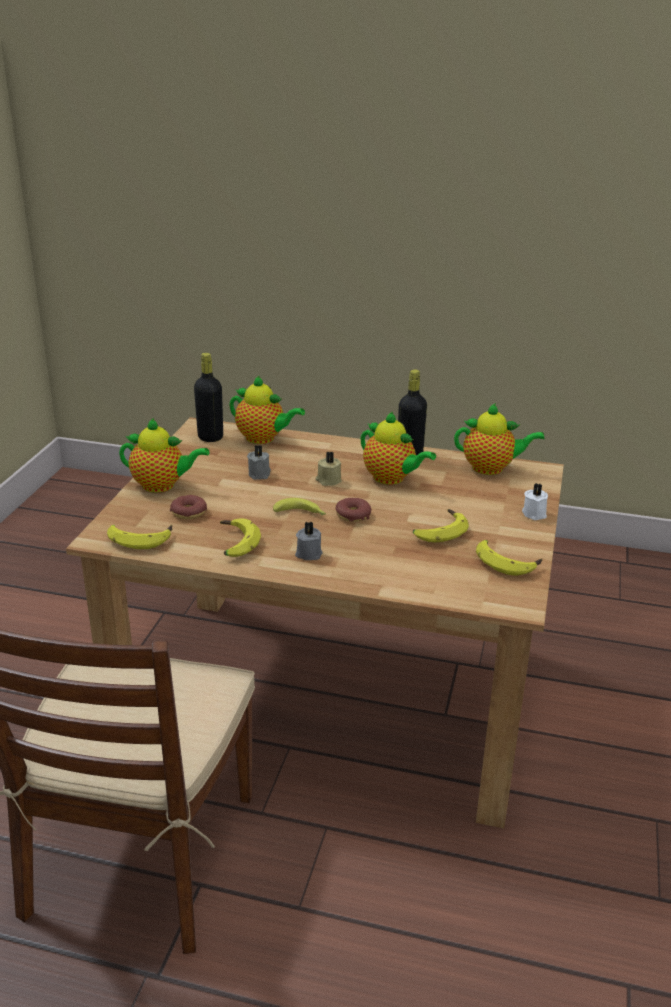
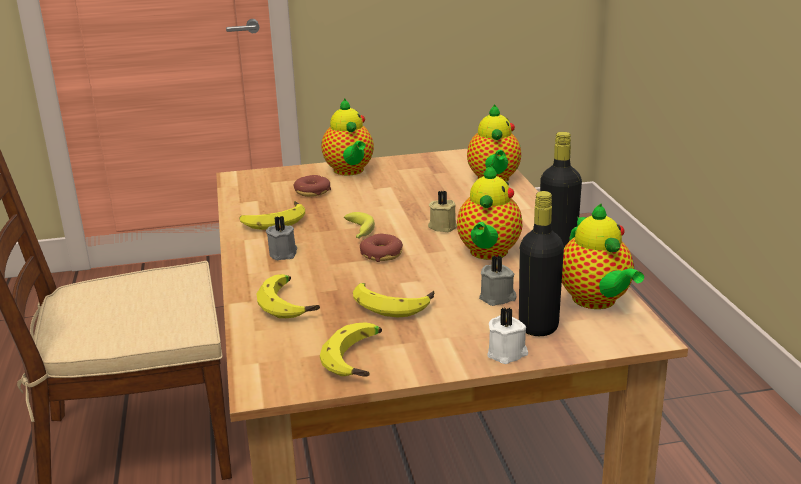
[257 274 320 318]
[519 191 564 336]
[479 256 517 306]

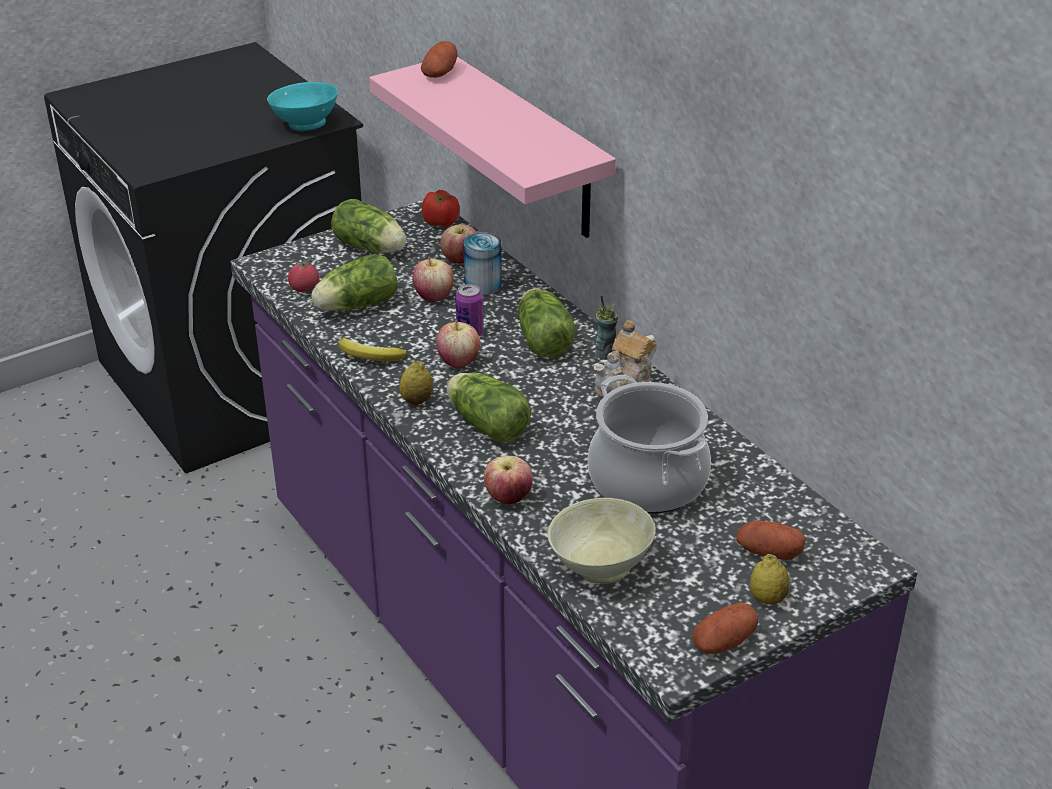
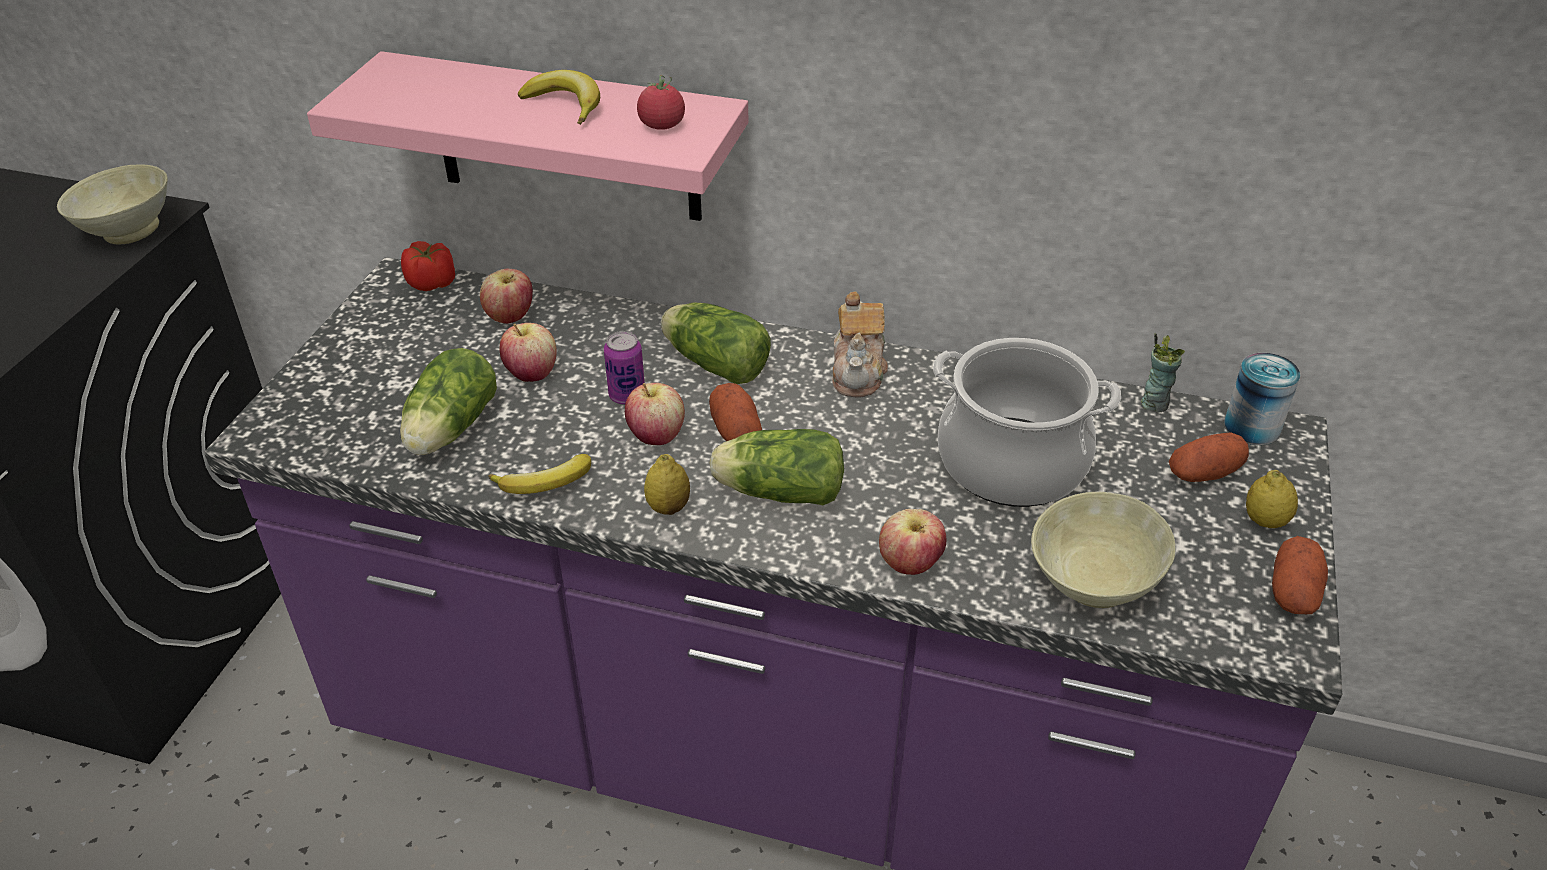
[57 164 168 244]
[637 75 685 130]
[331 199 407 253] (first image)
[709 383 762 441]
[1224 353 1300 445]
[1141 333 1185 413]
[518 70 600 125]

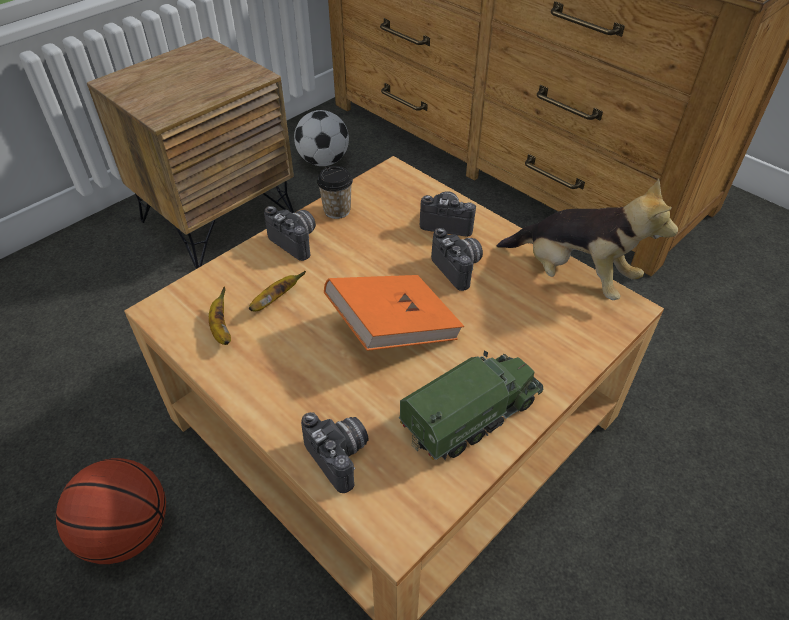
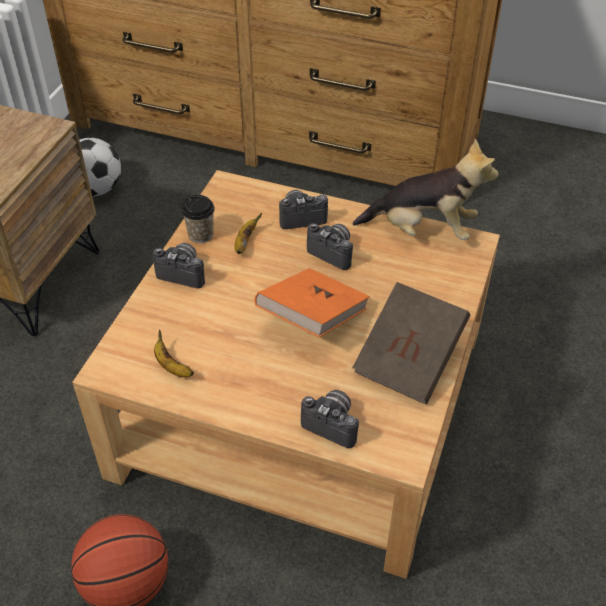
[234 213 262 254]
[352 282 470 404]

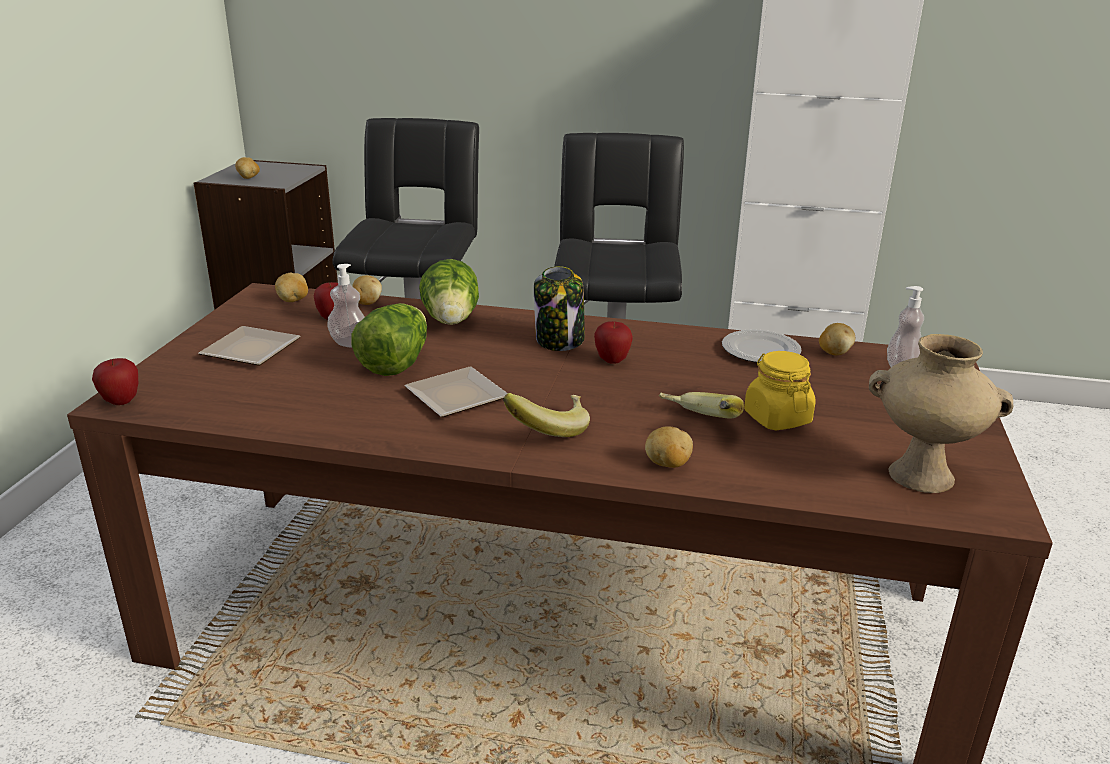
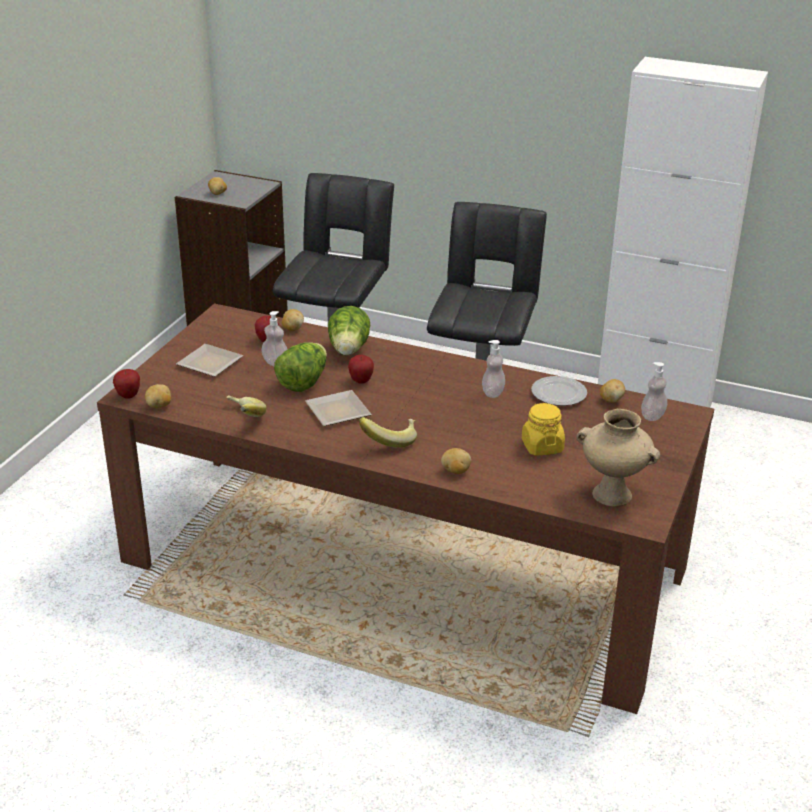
[145 384 171 408]
[534 266 585 351] (first image)
[348 355 374 384]
[227 395 267 417]
[482 340 505 398]

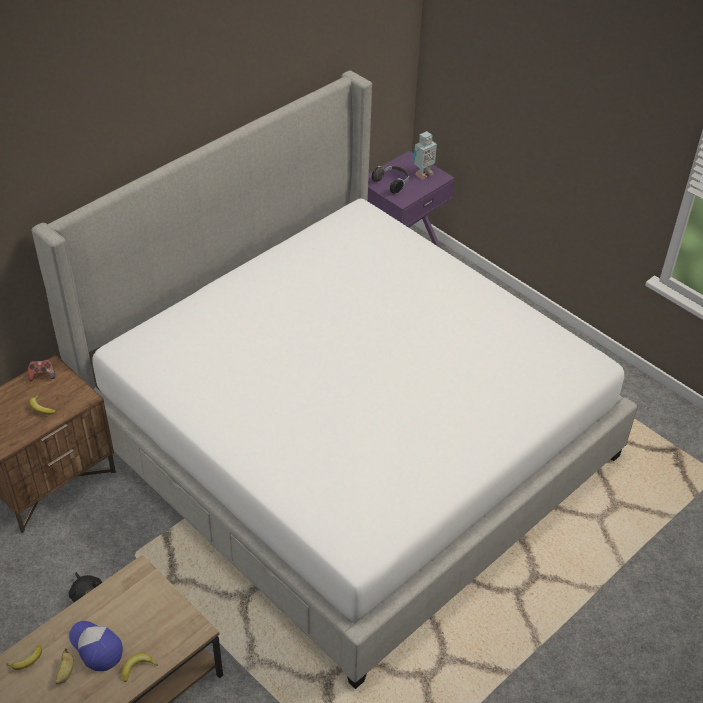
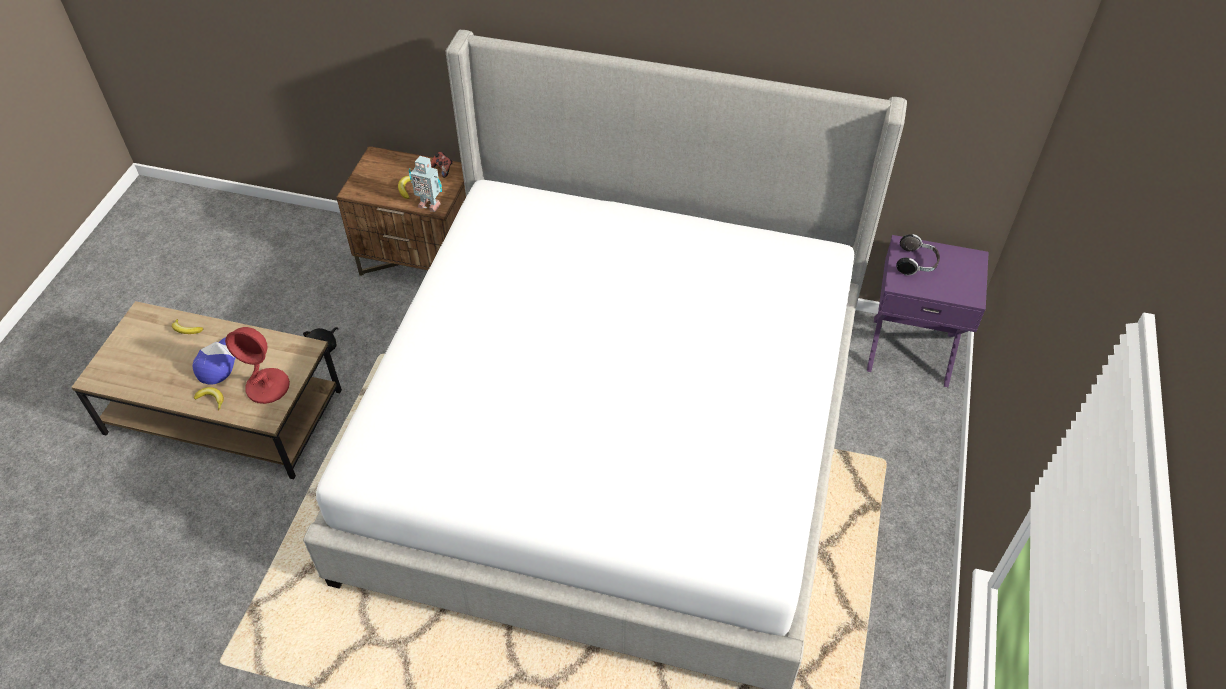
[55 648 74 684] (first image)
[409 156 442 212]
[225 327 290 404]

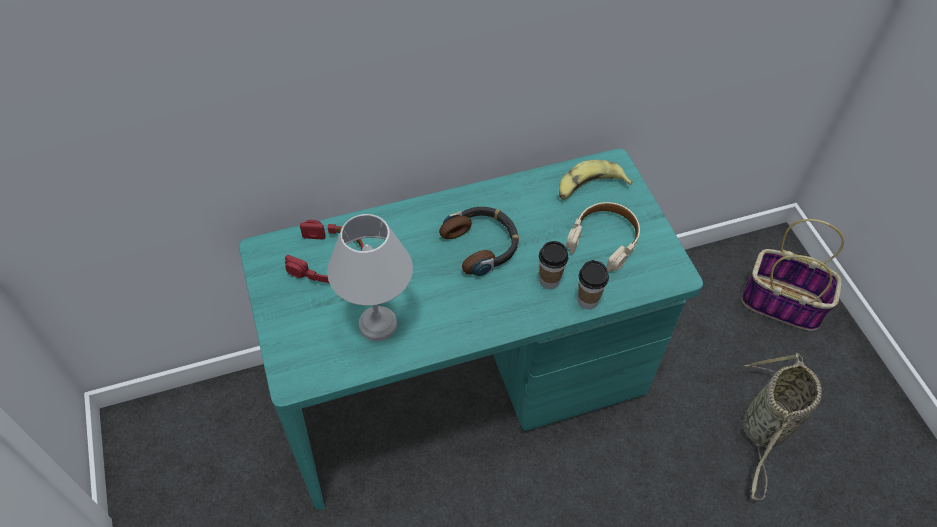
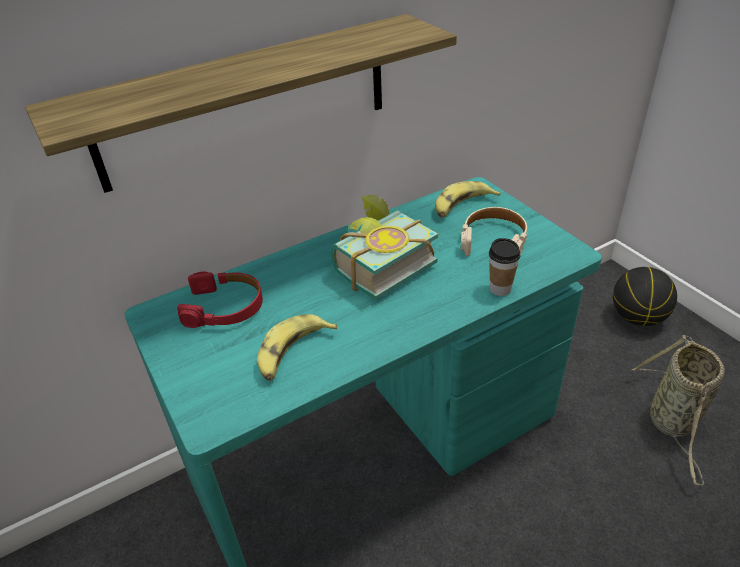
[257 314 337 381]
[330 195 438 300]
[539 241 568 289] (first image)
[613 267 677 326]
[25 14 457 193]

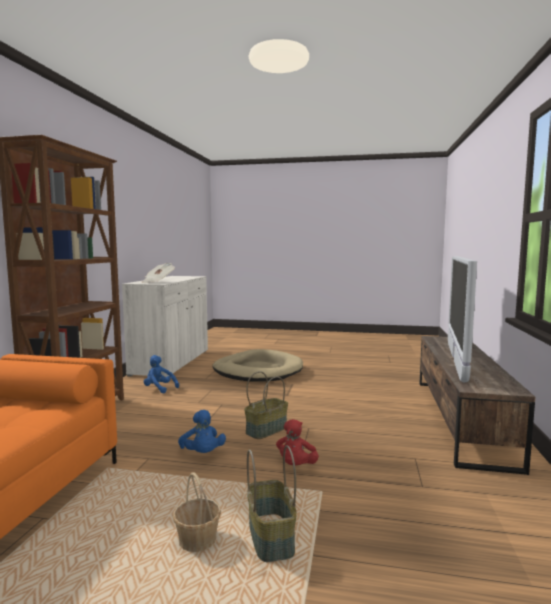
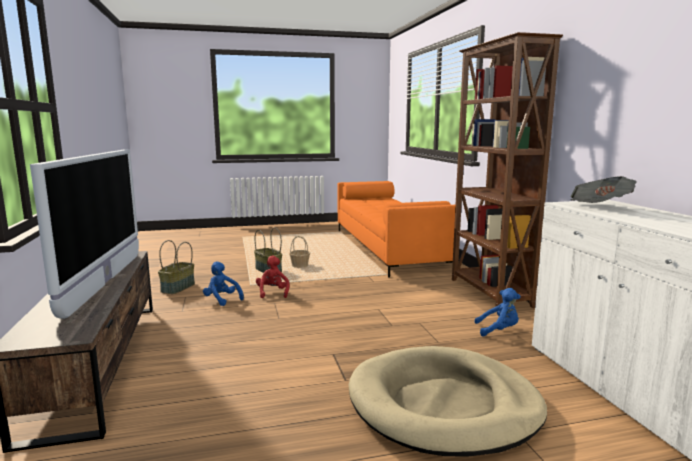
[203 261 244 306]
[158 240 195 294]

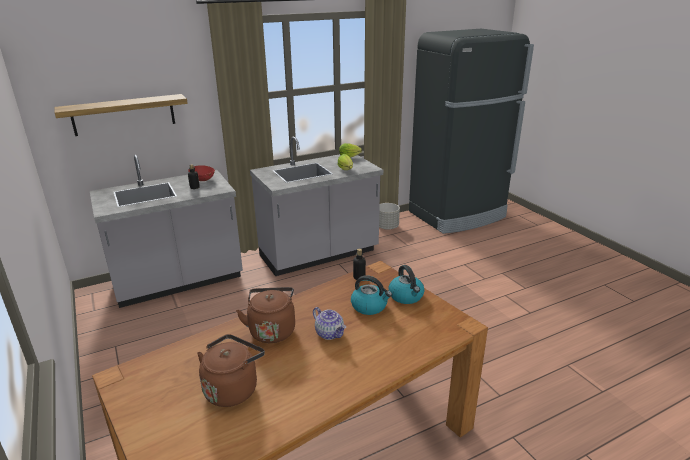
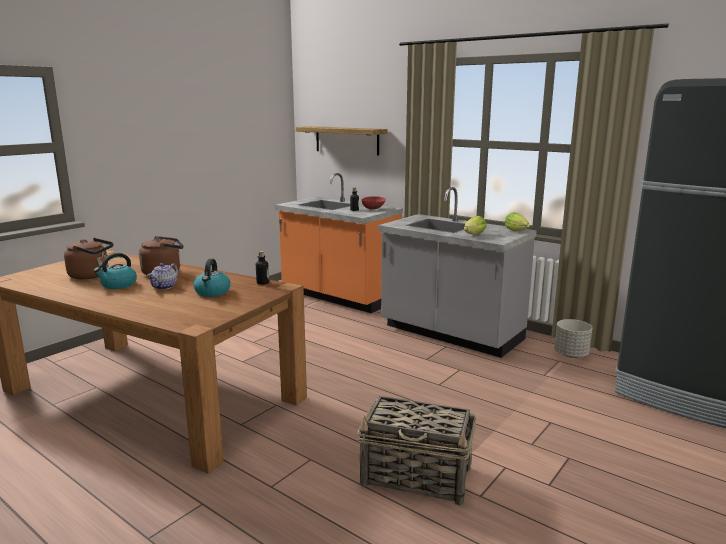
[275 173 403 313]
[94 253 137 289]
[357 396 476 506]

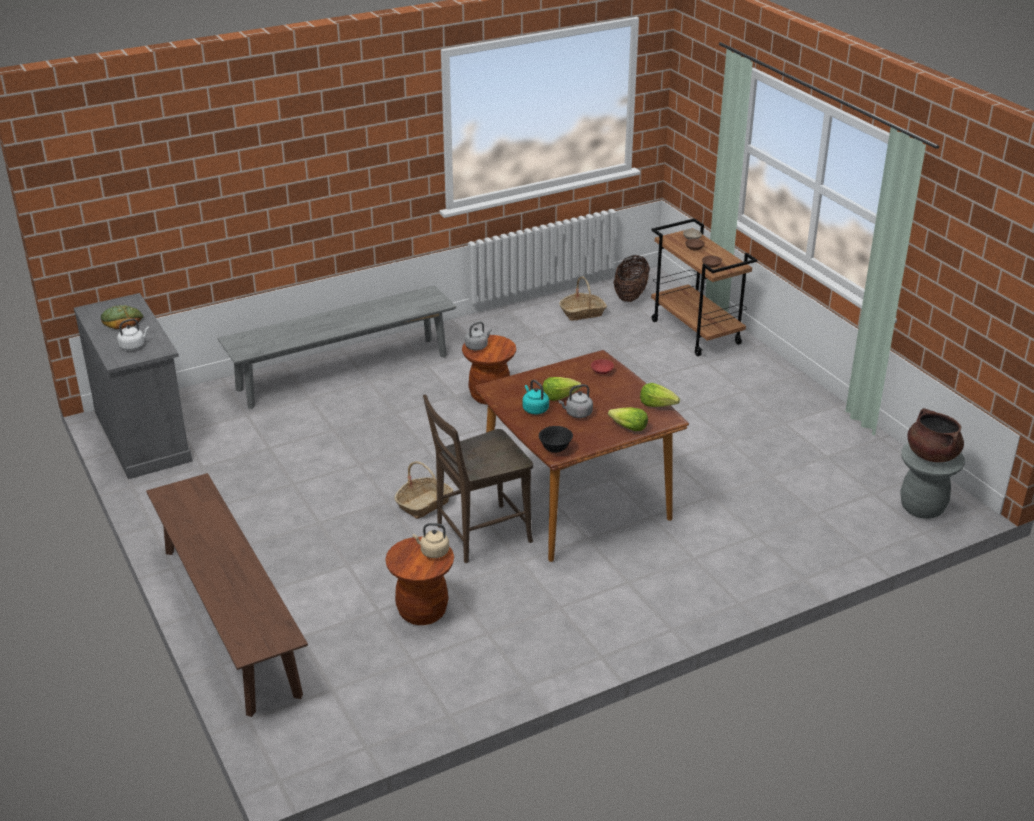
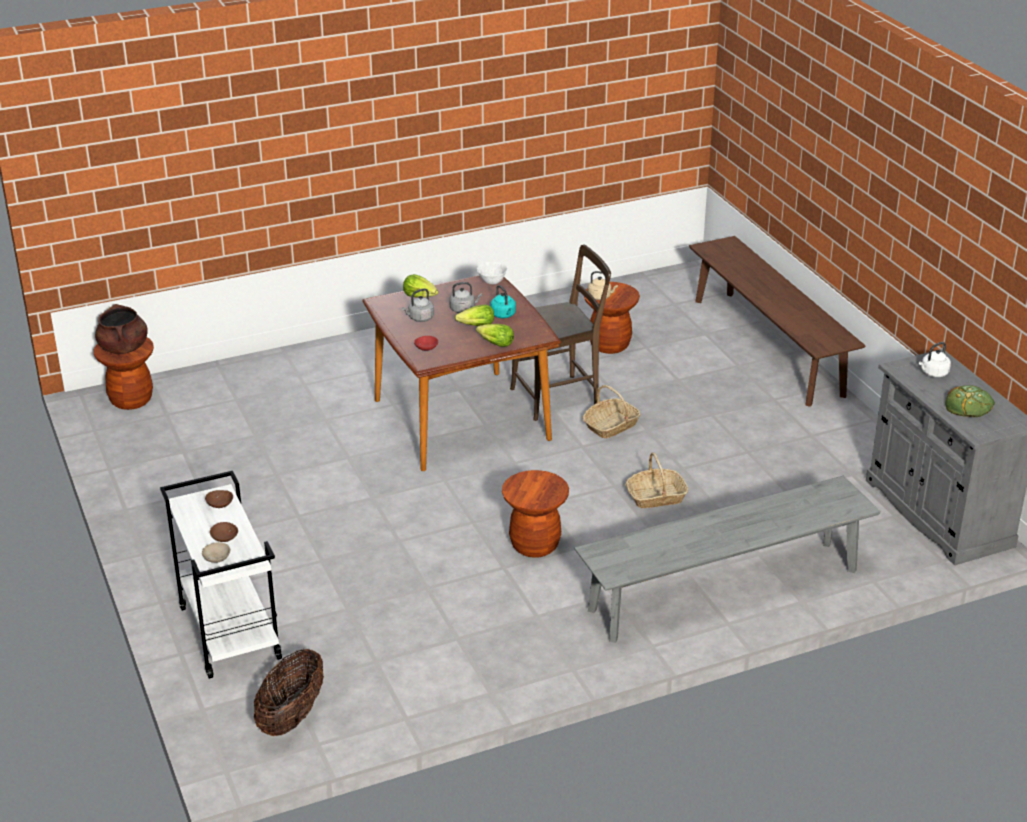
[402 288 434 322]
[477 262 508 284]
[626 453 688 508]
[476 324 514 347]
[160 471 282 679]
[94 337 154 410]

